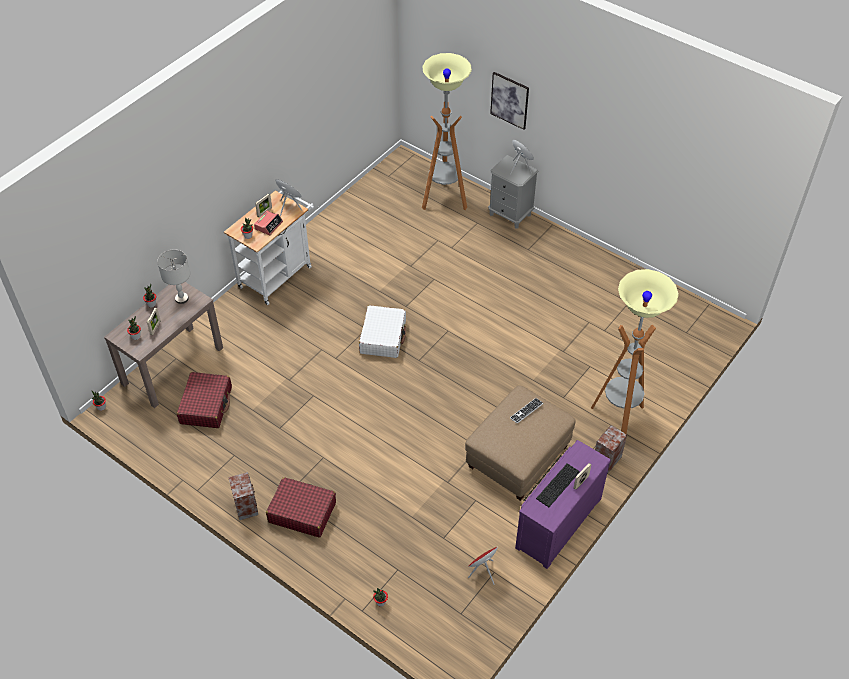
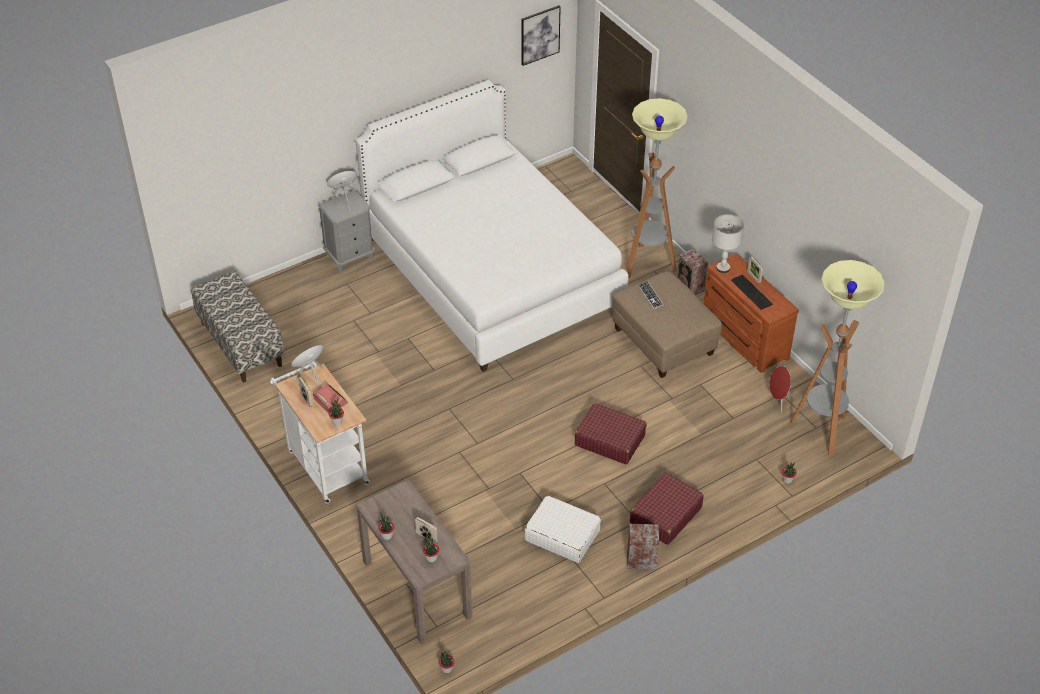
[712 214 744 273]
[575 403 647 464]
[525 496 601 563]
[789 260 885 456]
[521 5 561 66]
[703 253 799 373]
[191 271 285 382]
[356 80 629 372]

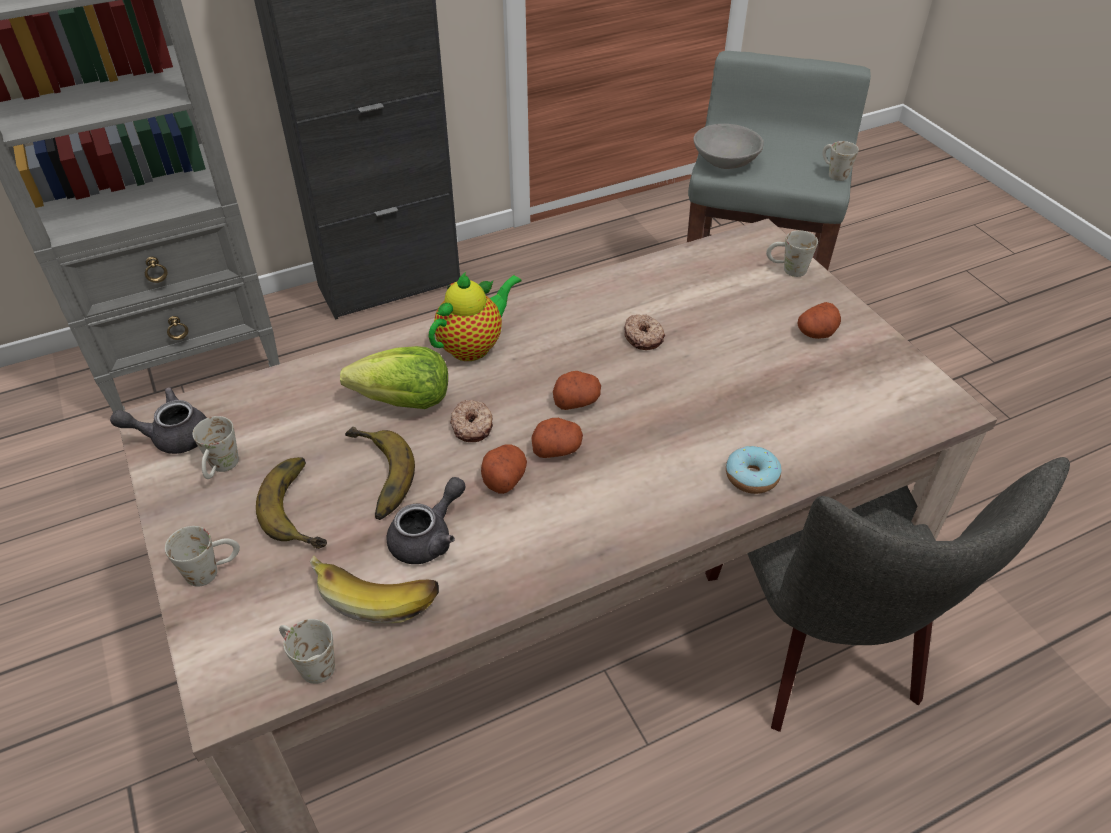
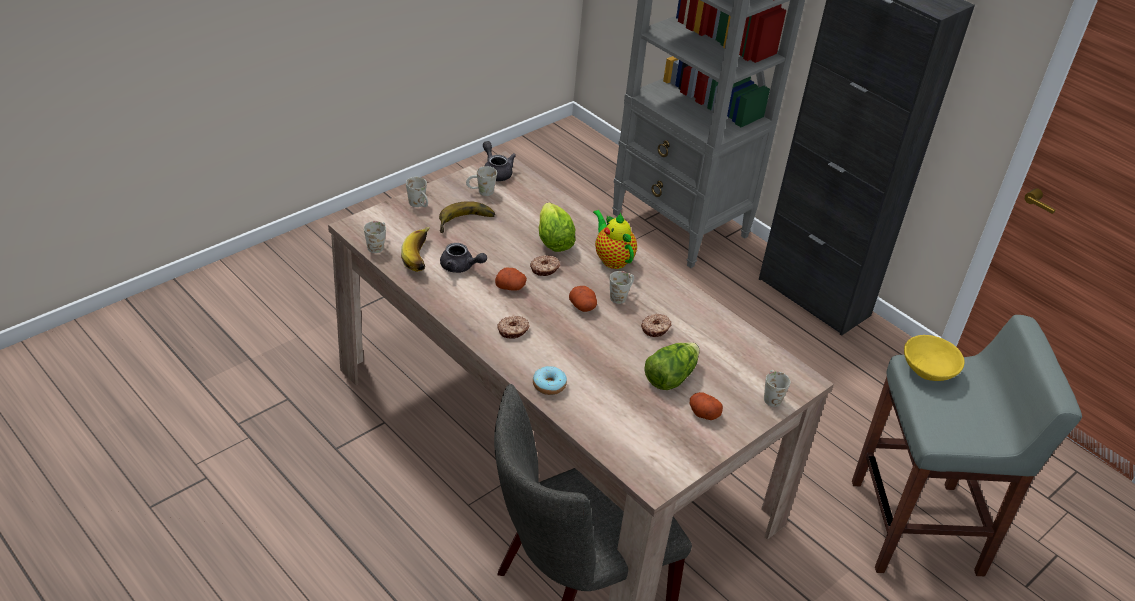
[345 427 415 520] (first image)
[593 210 637 269]
[531 418 583 458] (first image)
[904 335 964 381]
[610 271 634 304]
[497 316 530 339]
[644 342 699 390]

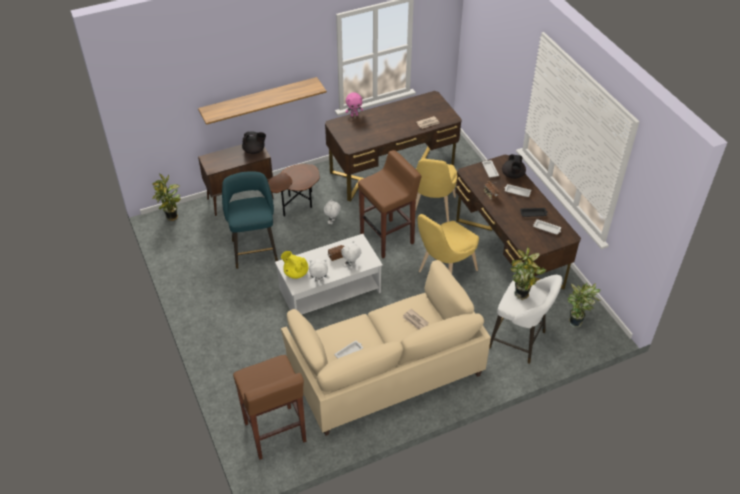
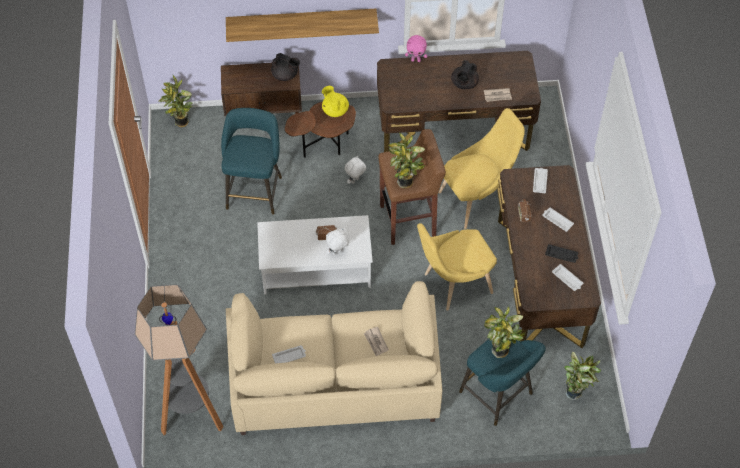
[135 284 224 435]
[322 86 349 117]
[309 259 329 283] (first image)
[439 108 525 229]
[459 334 546 426]
[451 60 479 89]
[388 133 425 189]

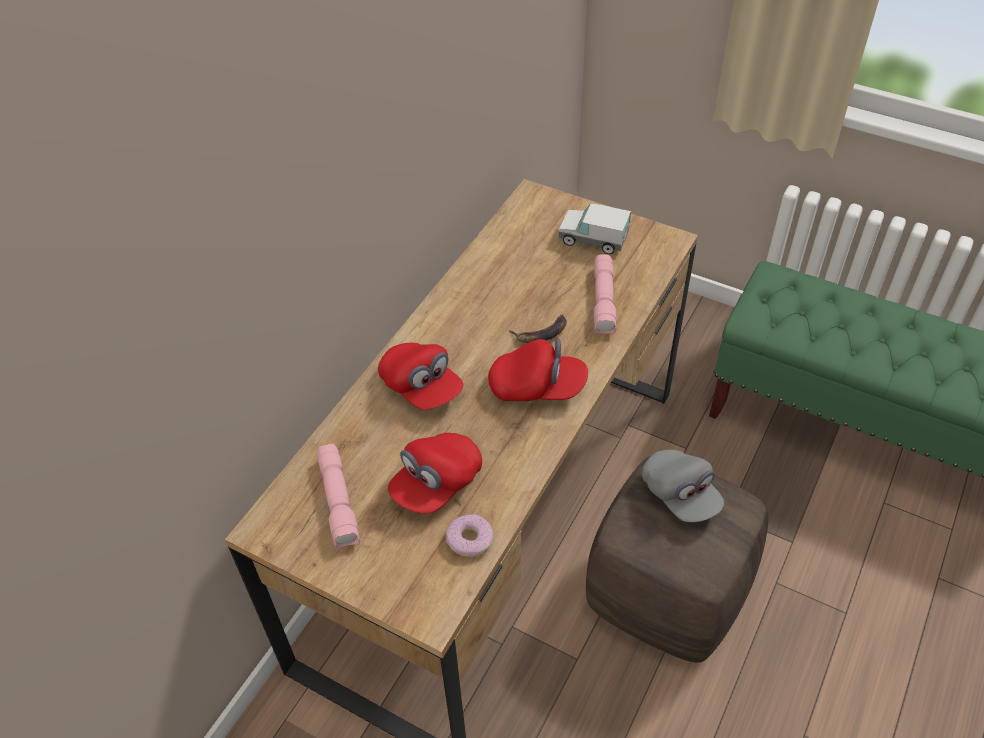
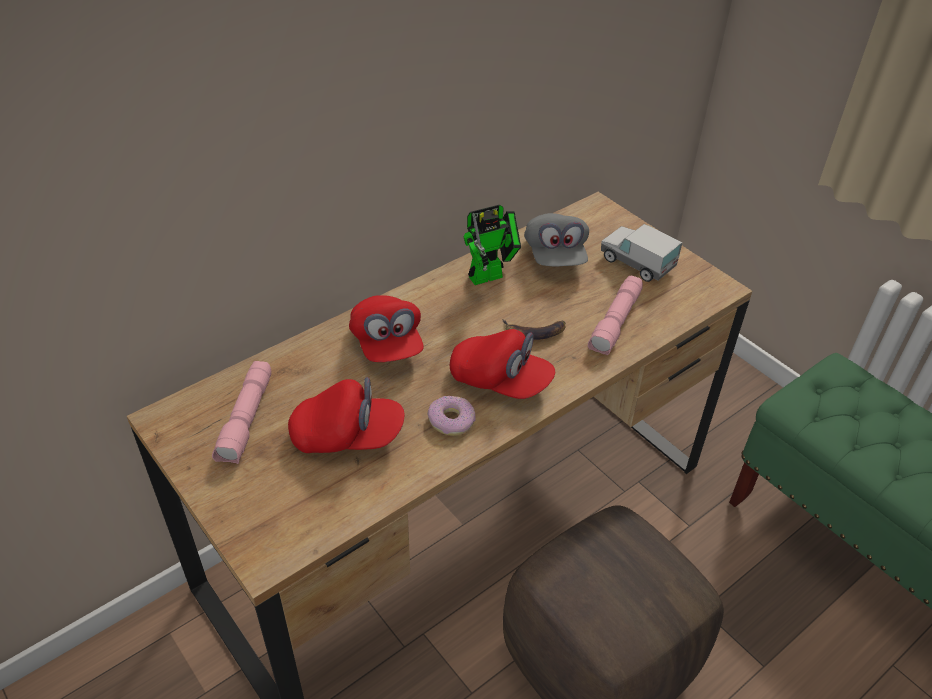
[288 377 405 453]
[427 396 476 436]
[524 213 589 266]
[463 205 521 285]

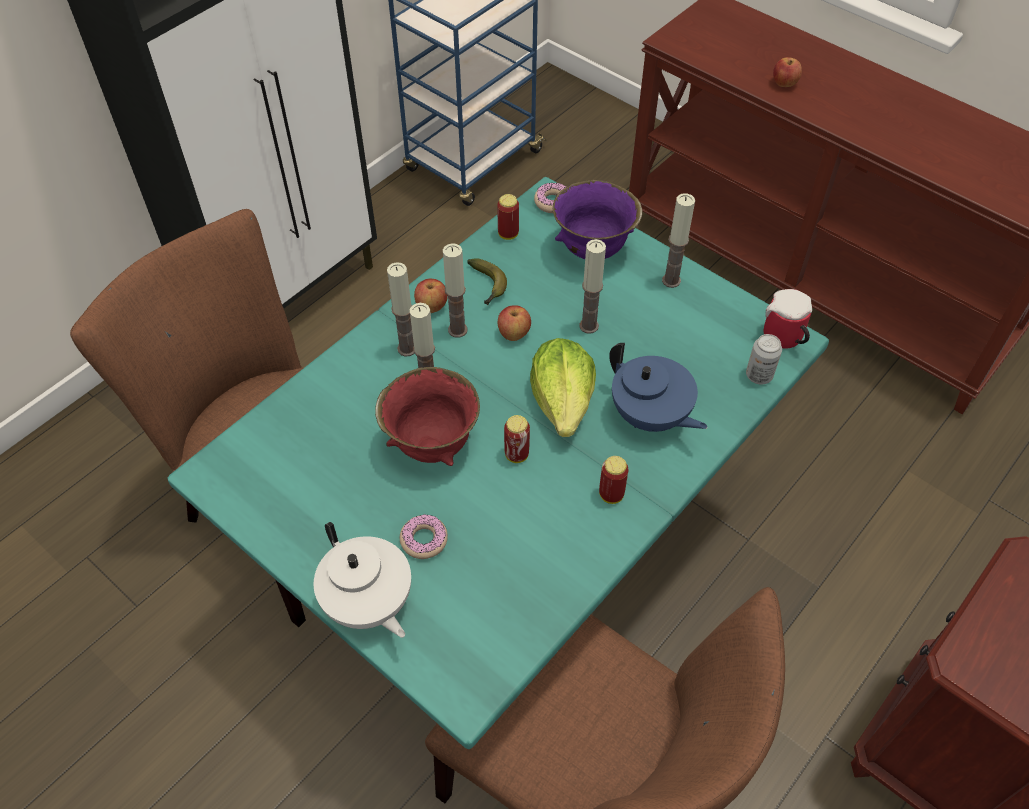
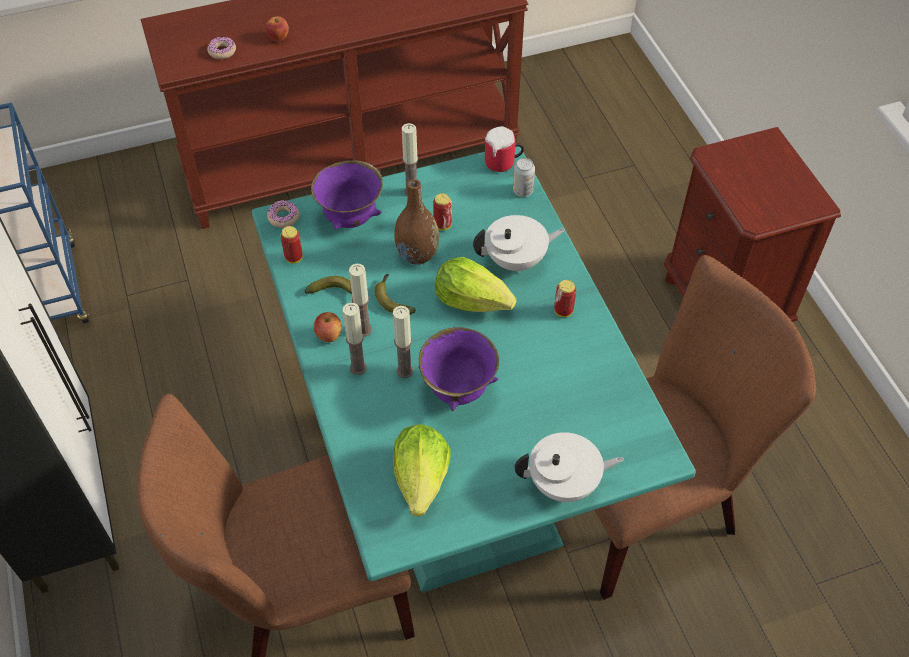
[418 327 499 411]
[207 37 236 59]
[375 274 416 315]
[433 193 452 230]
[395 179 439 265]
[473 215 565 273]
[393 424 451 516]

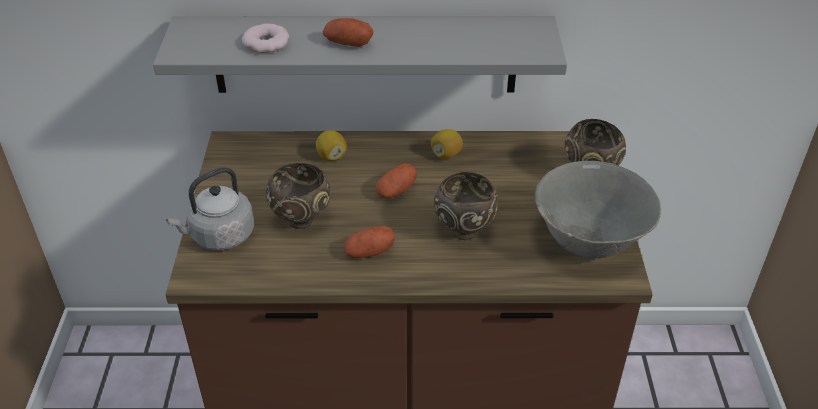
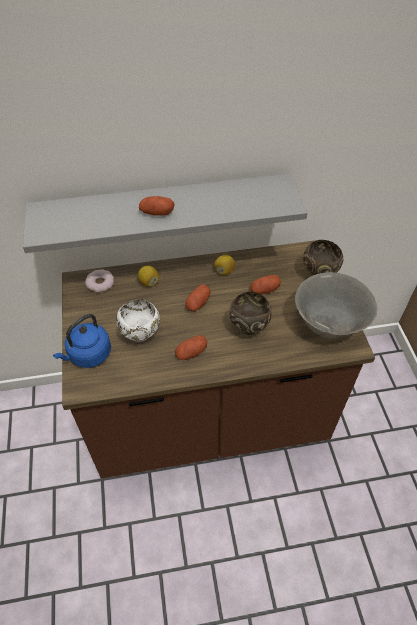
[53 314 111 368]
[85 270 114 293]
[116 299 160 342]
[250 275 281 294]

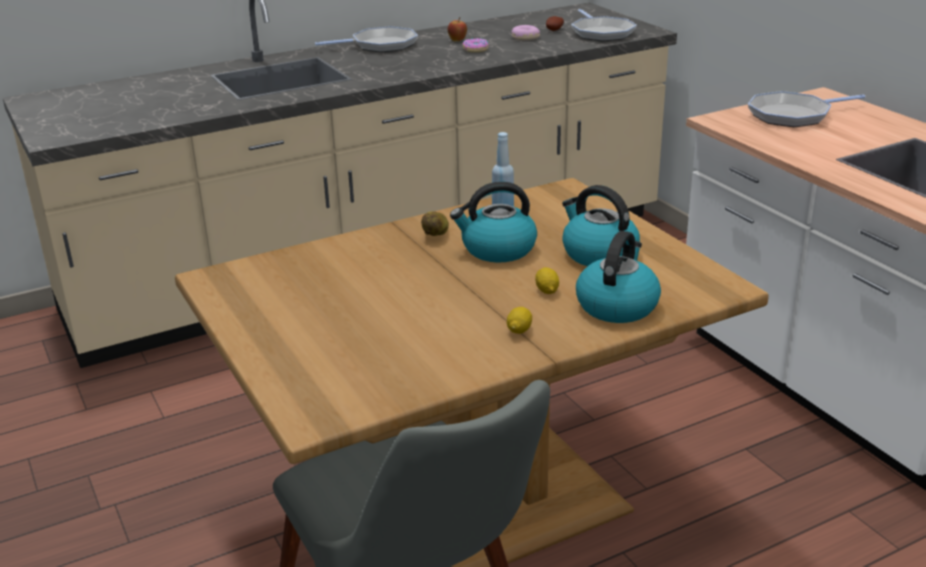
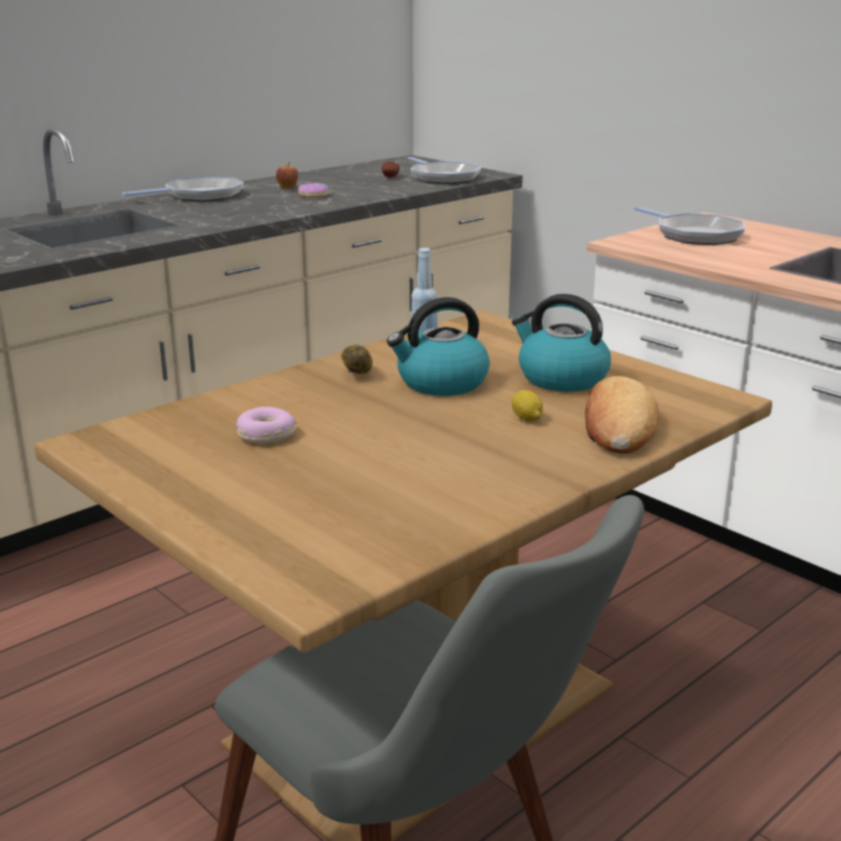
[507 307 532 334] (first image)
[236 407 296 444]
[585 376 659 453]
[634 206 745 245]

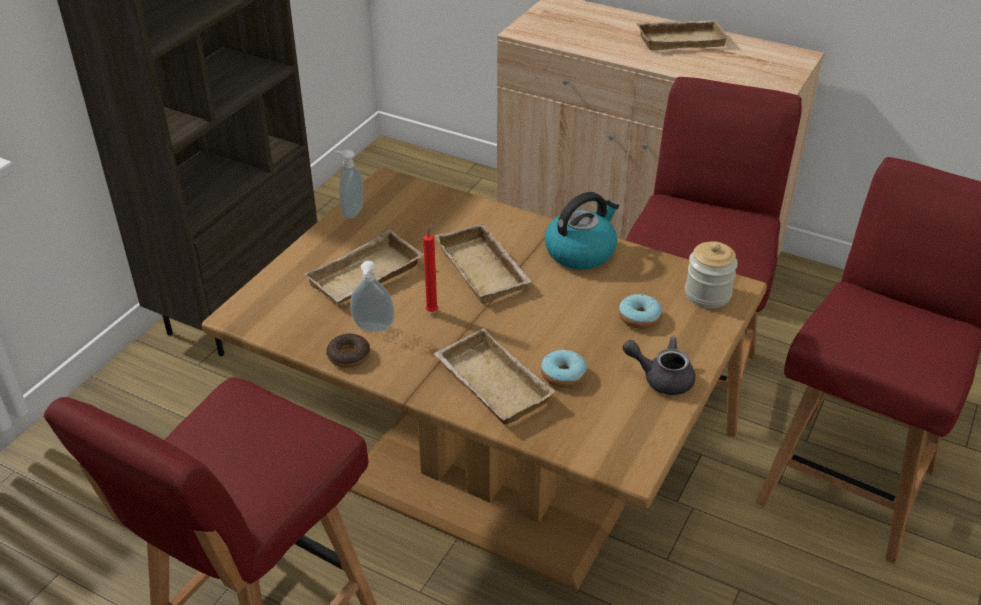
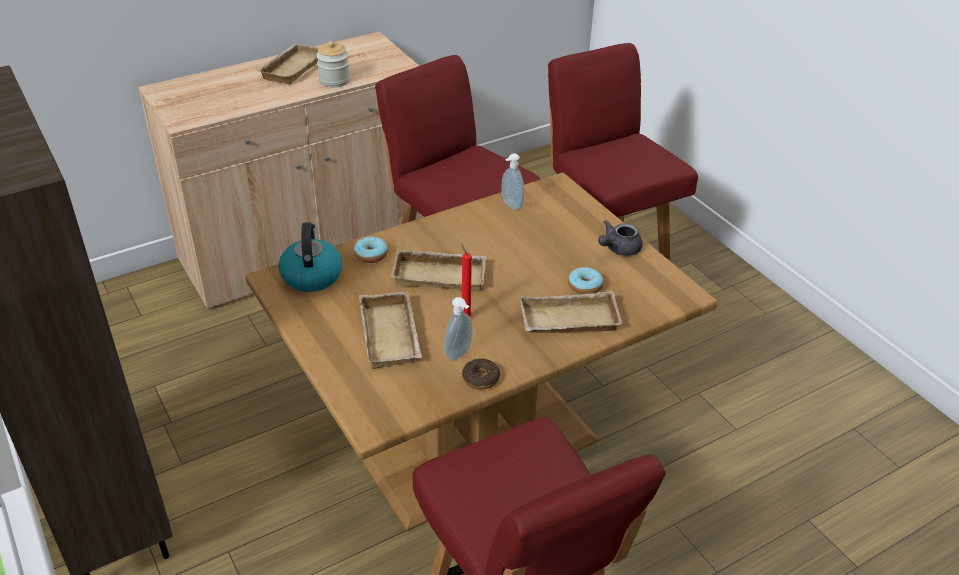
[502 153 524 210]
[278 222 343 292]
[354 236 388 263]
[316 41 350 87]

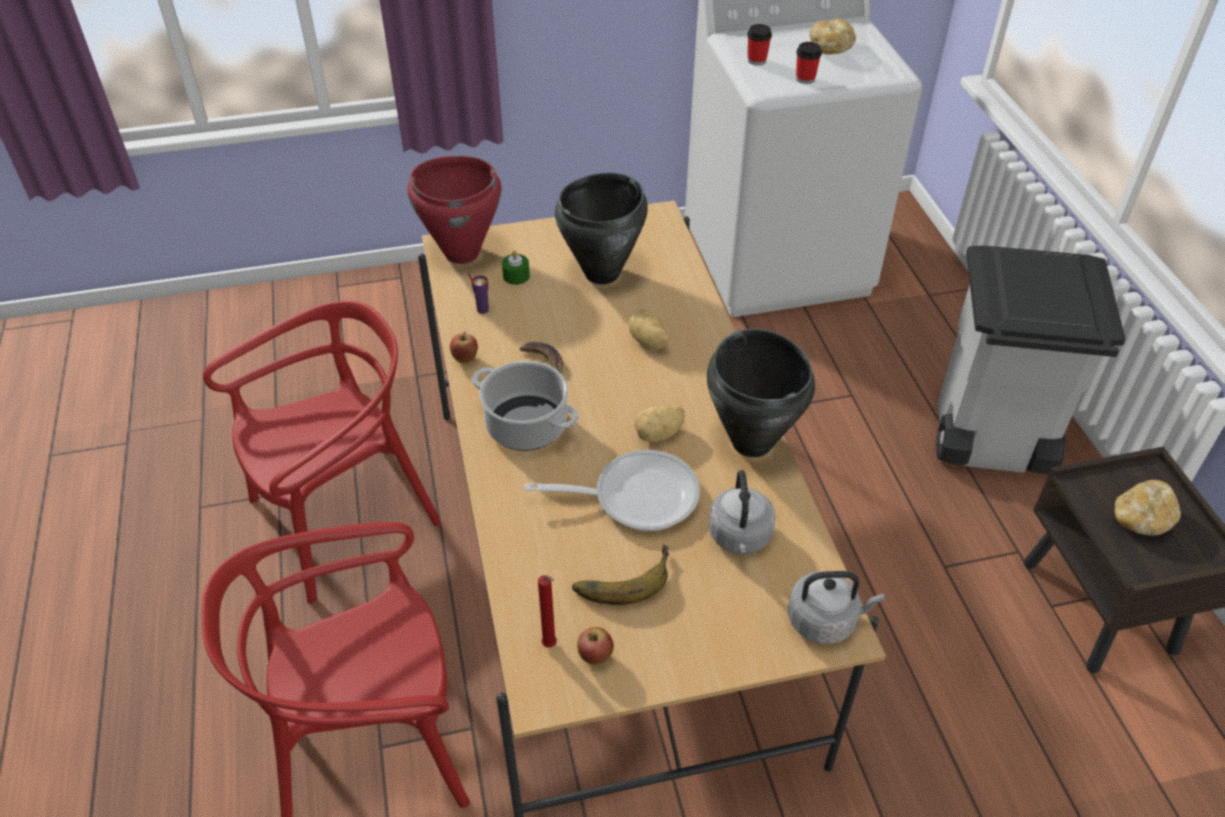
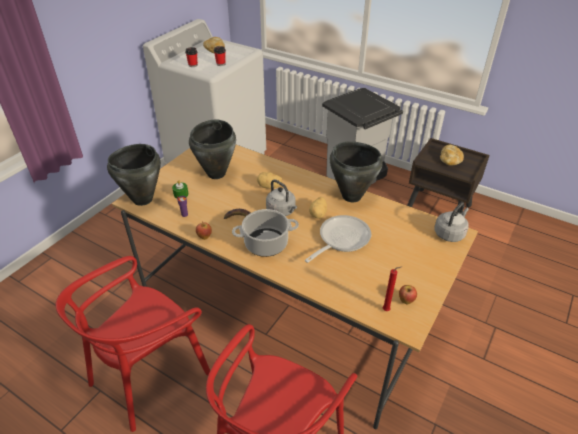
[56 256 210 432]
[107 144 161 206]
[572 545 669 605] (first image)
[266 179 297 216]

